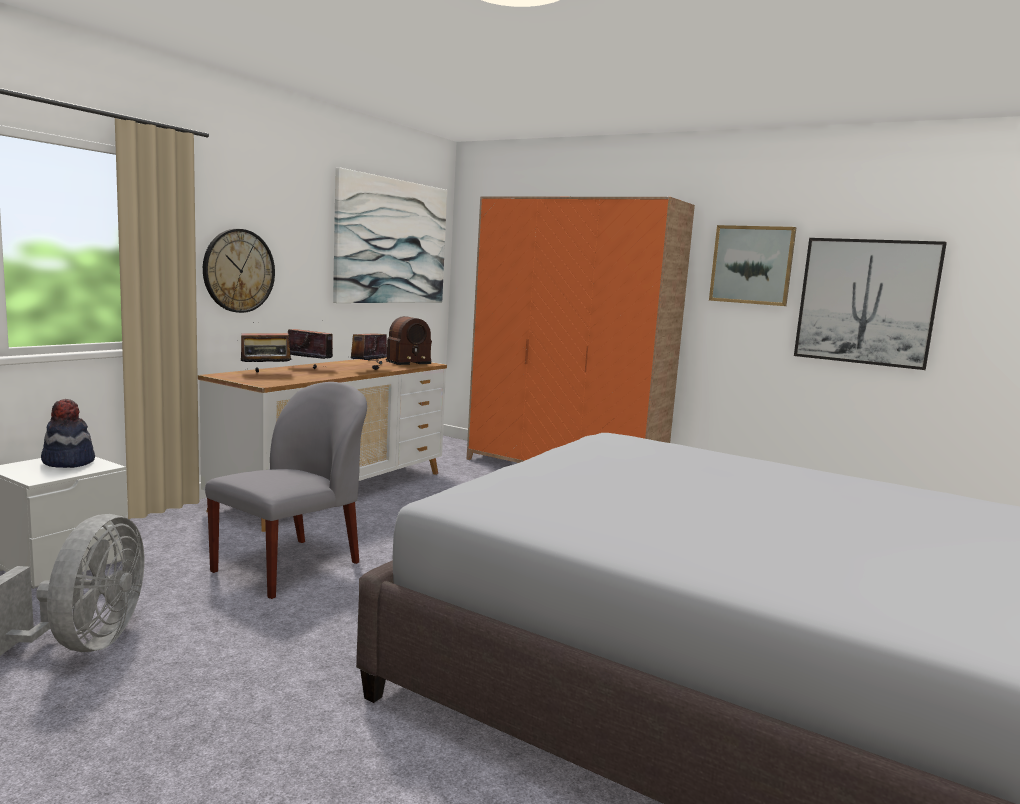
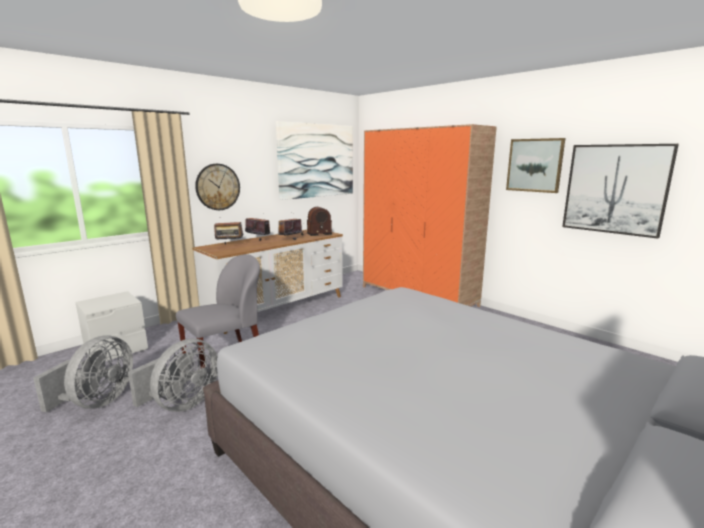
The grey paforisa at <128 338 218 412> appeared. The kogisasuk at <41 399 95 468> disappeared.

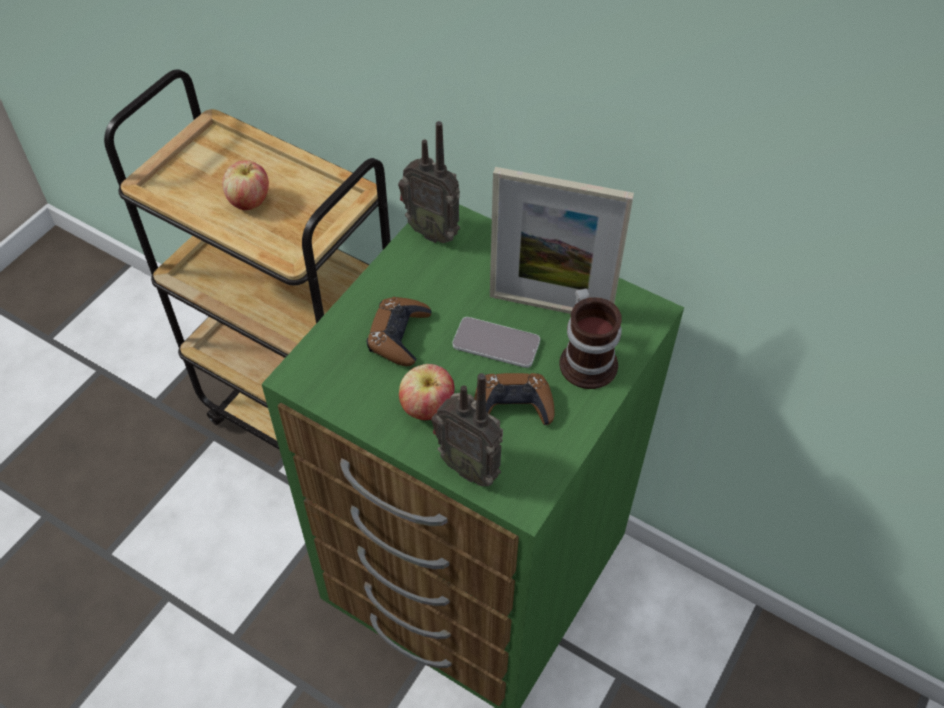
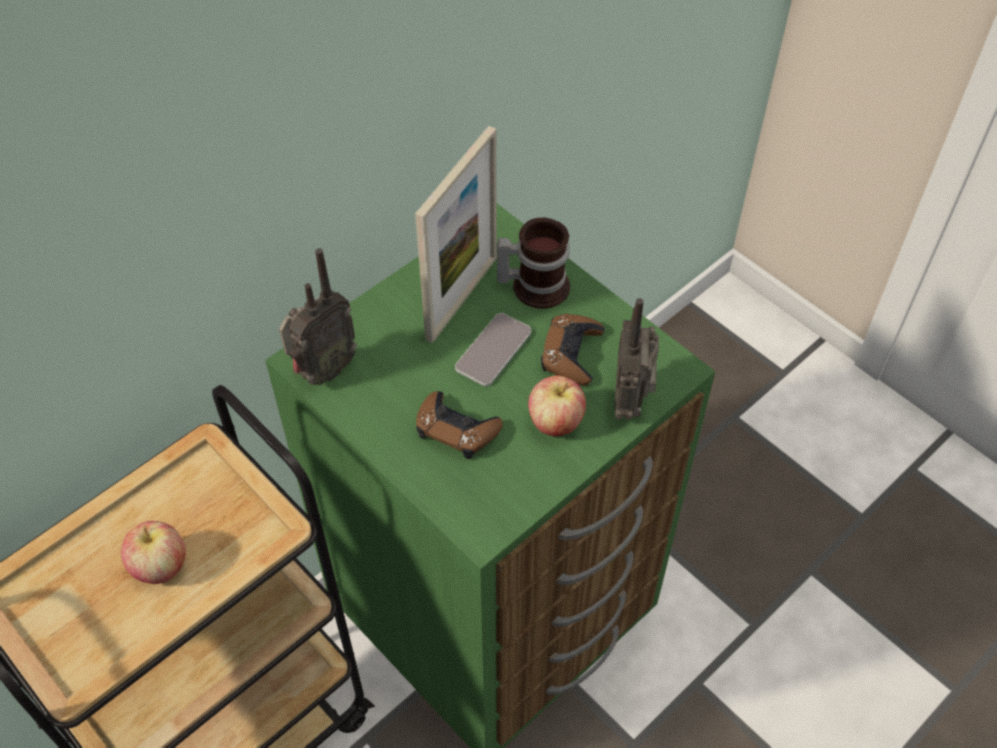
The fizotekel at <431 373 503 486> turned 135 degrees clockwise.

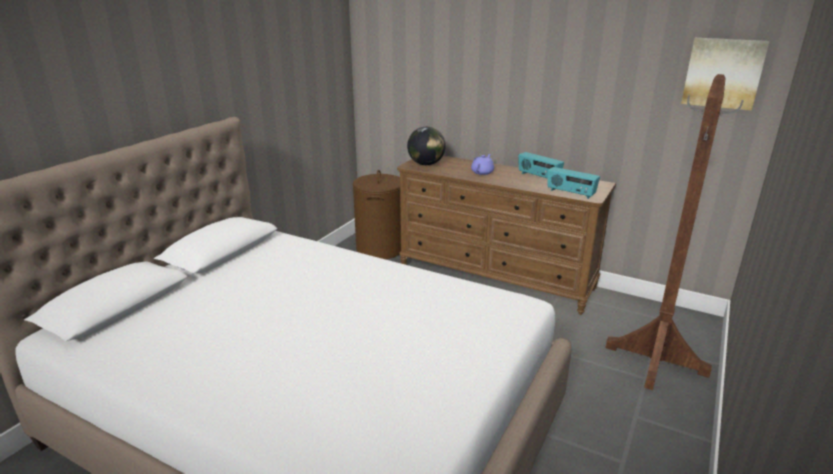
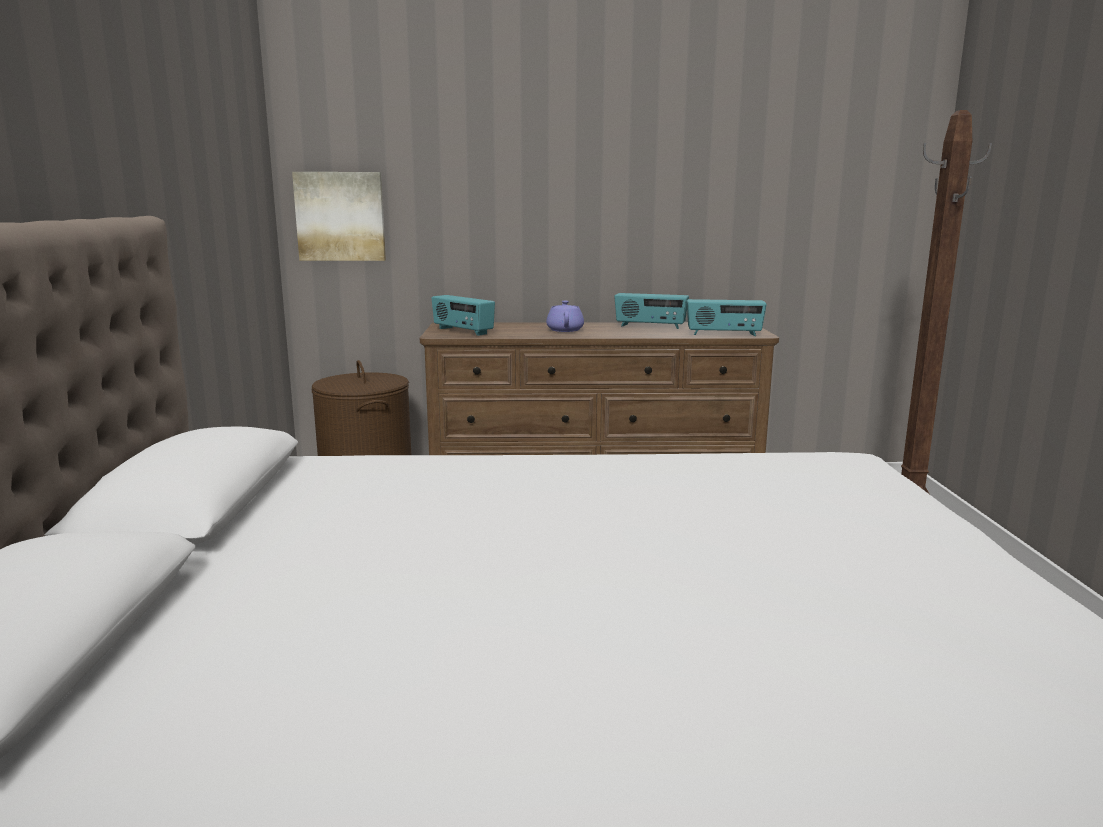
The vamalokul moved from <681 38 769 111> to <292 172 386 261>. The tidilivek at <407 127 446 165> was replaced by the fizotekel at <432 295 495 336>.

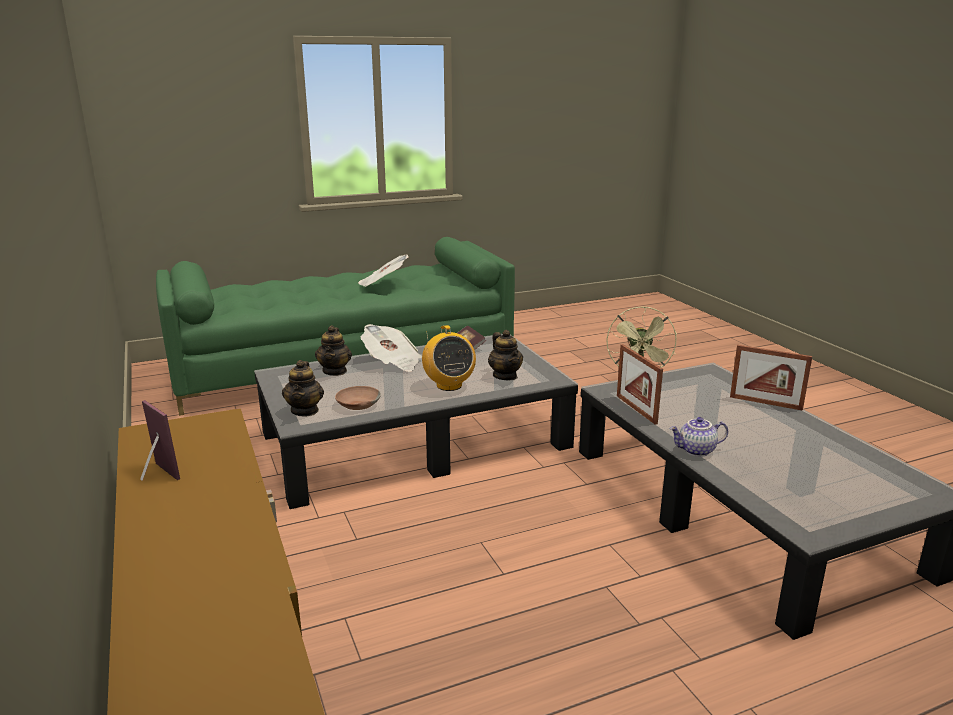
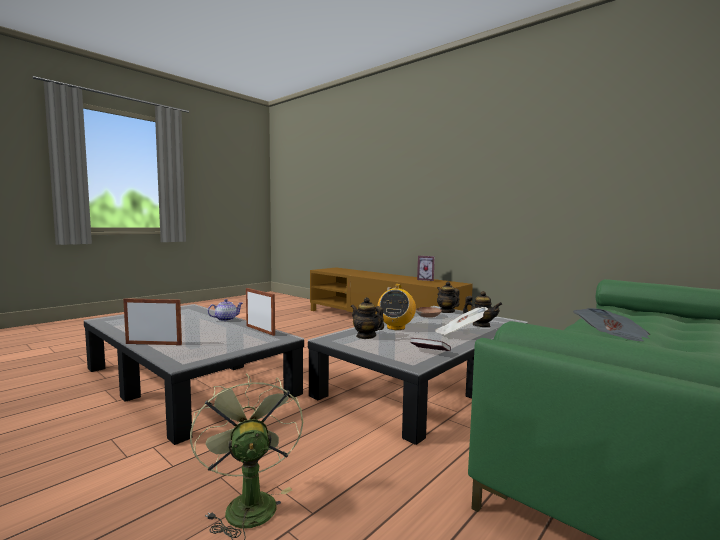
The fizotekel at <422 325 476 391> turned 120 degrees counterclockwise. The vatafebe at <315 325 352 376> turned 150 degrees clockwise.

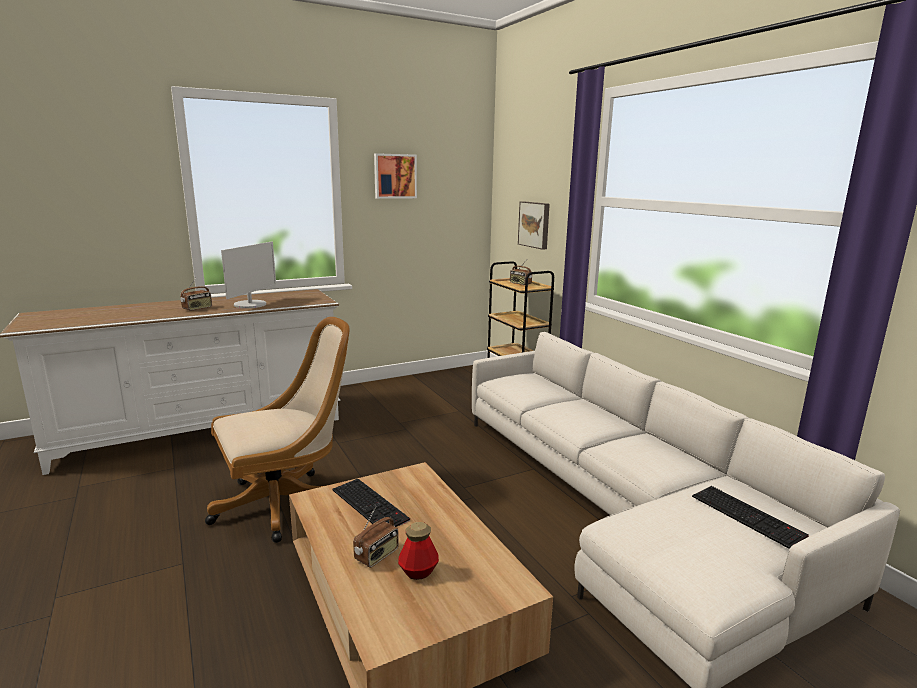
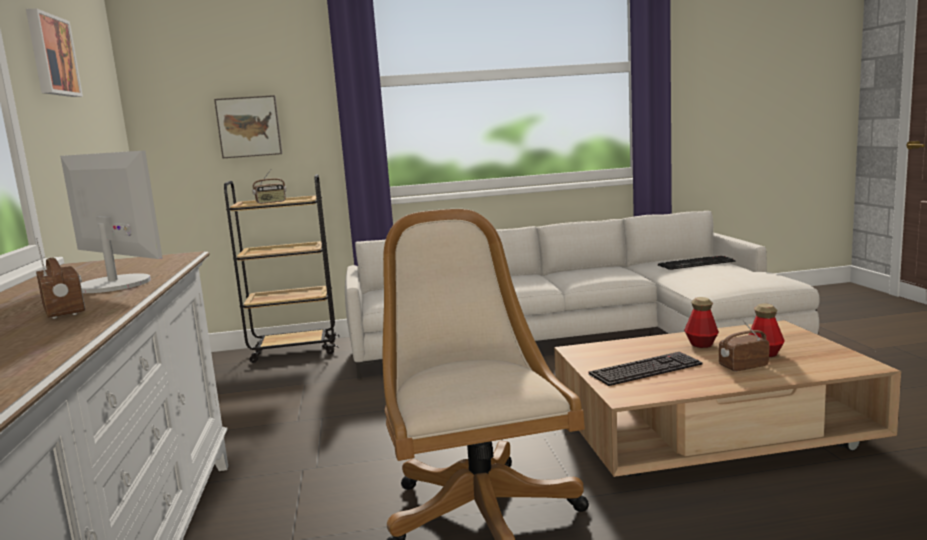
The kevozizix at <684 297 719 348> appeared. The fizotekel at <353 506 399 568> turned 75 degrees counterclockwise.

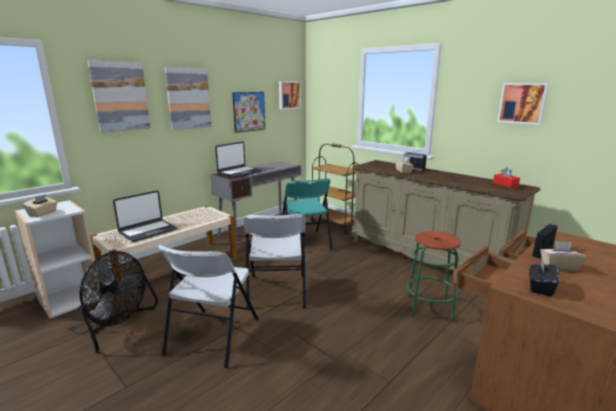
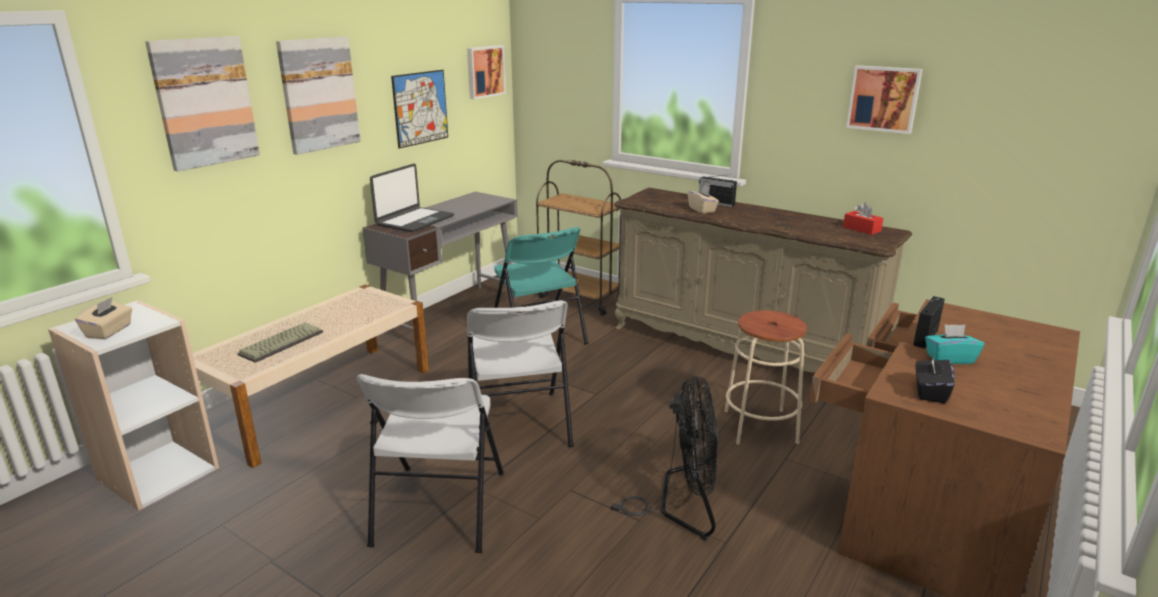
The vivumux at <113 190 177 242> was replaced by the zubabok at <238 322 323 363>. The black paforisa moved from <68 251 158 353> to <609 375 718 541>. The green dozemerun at <407 231 461 321> became the beige dozemerun at <725 310 807 444>. The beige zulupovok at <540 241 586 271> became the turquoise zulupovok at <925 324 984 364>.

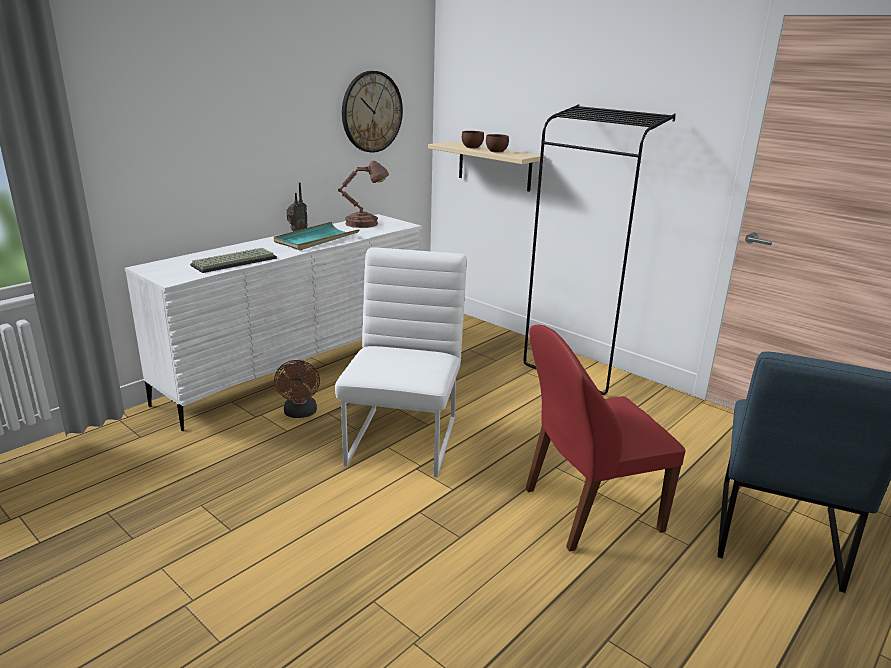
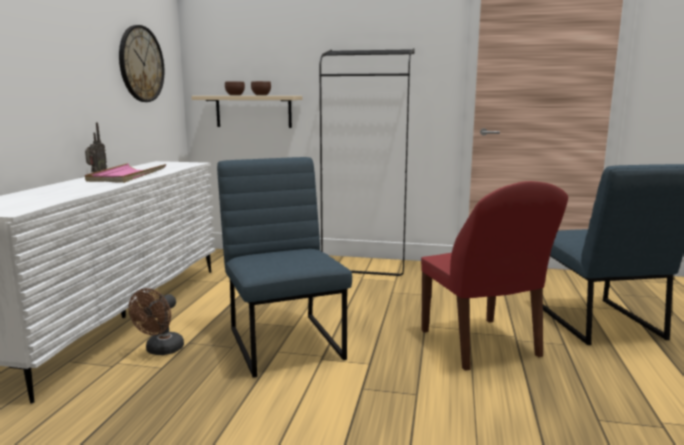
The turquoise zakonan at <274 222 360 250> became the pink zakonan at <85 163 166 183>. The brown paforisa at <274 360 320 418> turned 60 degrees clockwise. The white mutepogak at <335 247 467 477> became the blue mutepogak at <217 157 352 378>. The red mutepogak at <526 325 686 551> turned 60 degrees counterclockwise. The zubabok at <190 248 277 273> disappeared. The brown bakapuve at <338 161 389 228> disappeared.

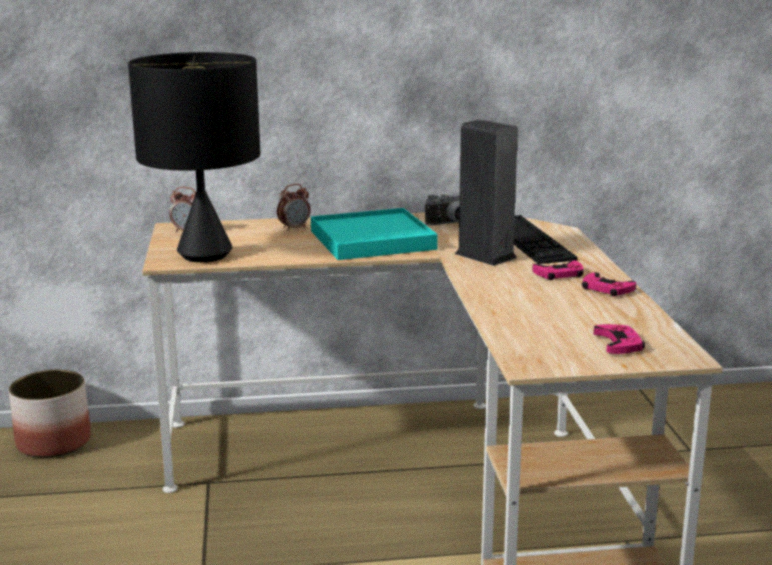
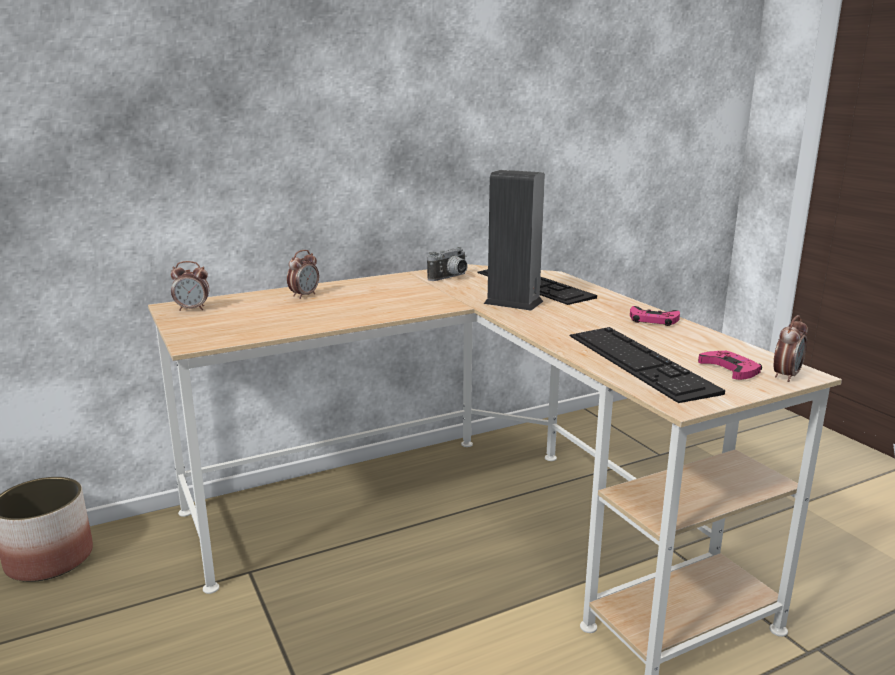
The zubabok at <570 327 725 403> appeared. The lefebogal at <774 315 808 382> appeared. The black bakapuve at <128 52 260 262> disappeared. The turquoise zakonan at <311 208 438 260> disappeared. The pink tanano at <532 260 584 280> disappeared.

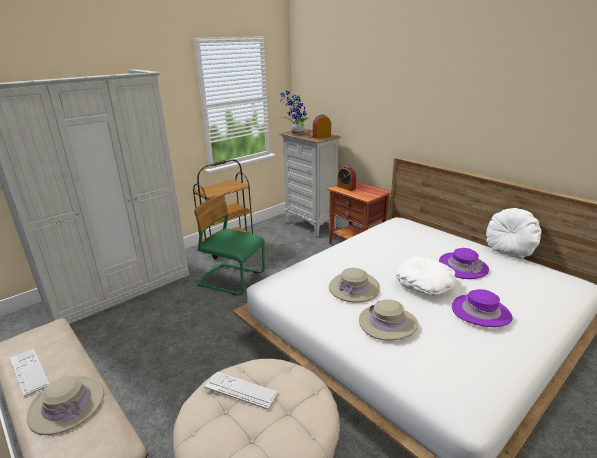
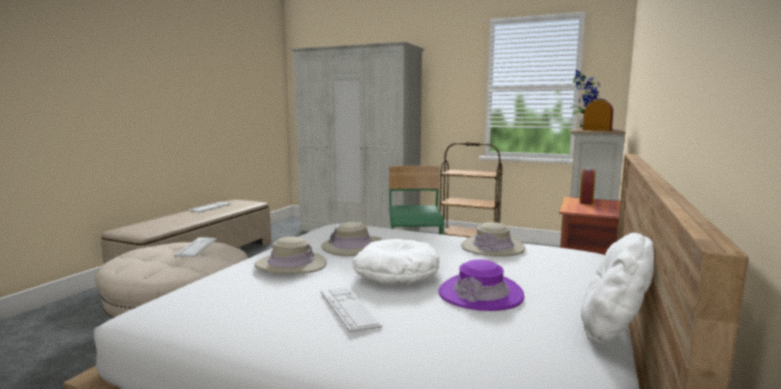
The purple kogisasuk at <452 289 513 327> was replaced by the zubabok at <321 288 382 332>. The beige kogisasuk moved from <27 376 104 435> to <461 222 525 256>.

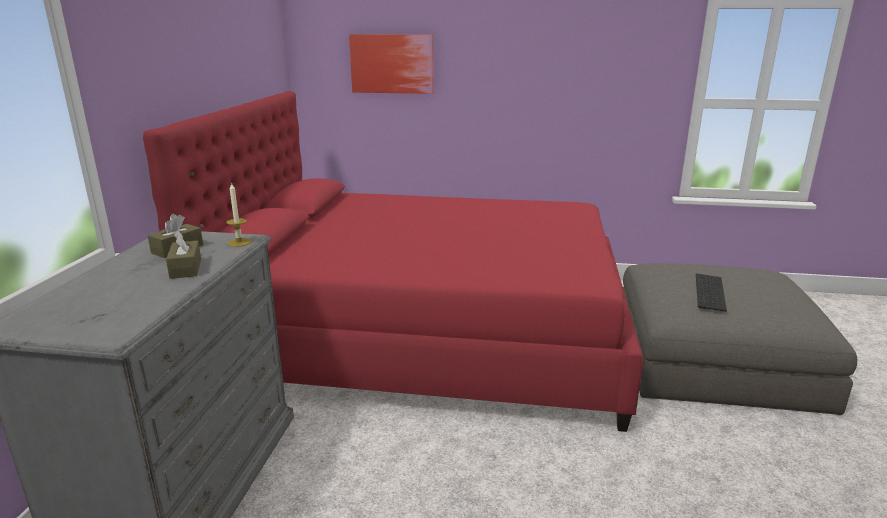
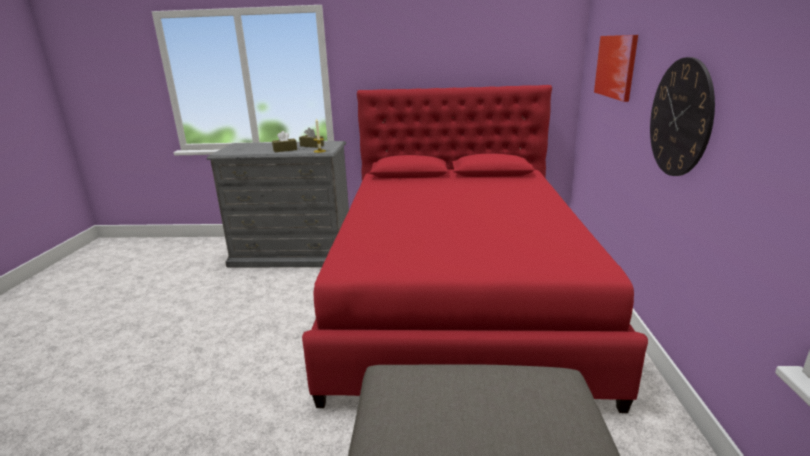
The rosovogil at <650 57 715 176> appeared. The zubabok at <696 273 727 312> disappeared.

